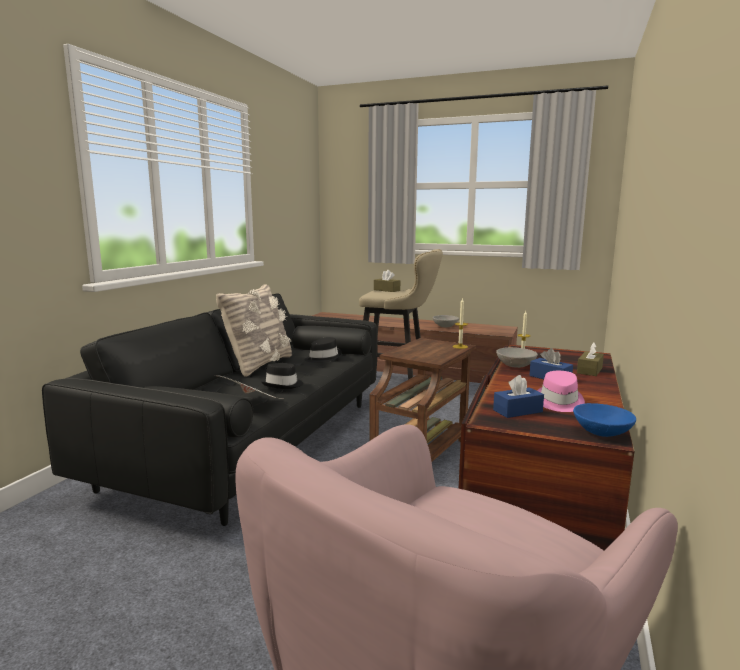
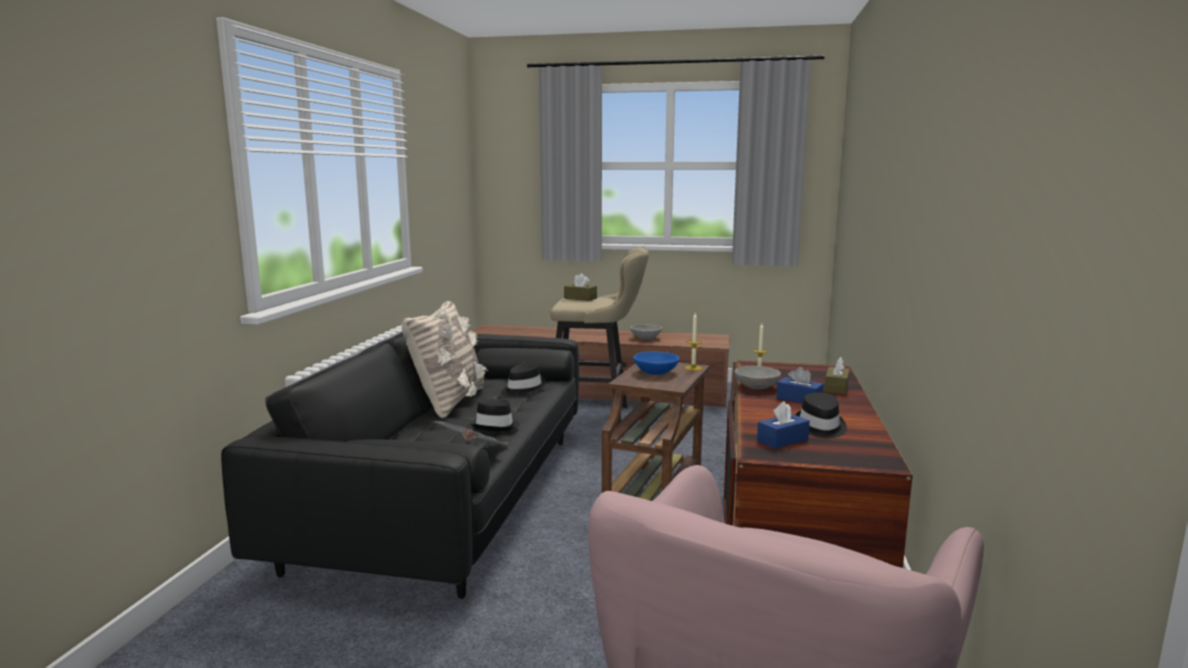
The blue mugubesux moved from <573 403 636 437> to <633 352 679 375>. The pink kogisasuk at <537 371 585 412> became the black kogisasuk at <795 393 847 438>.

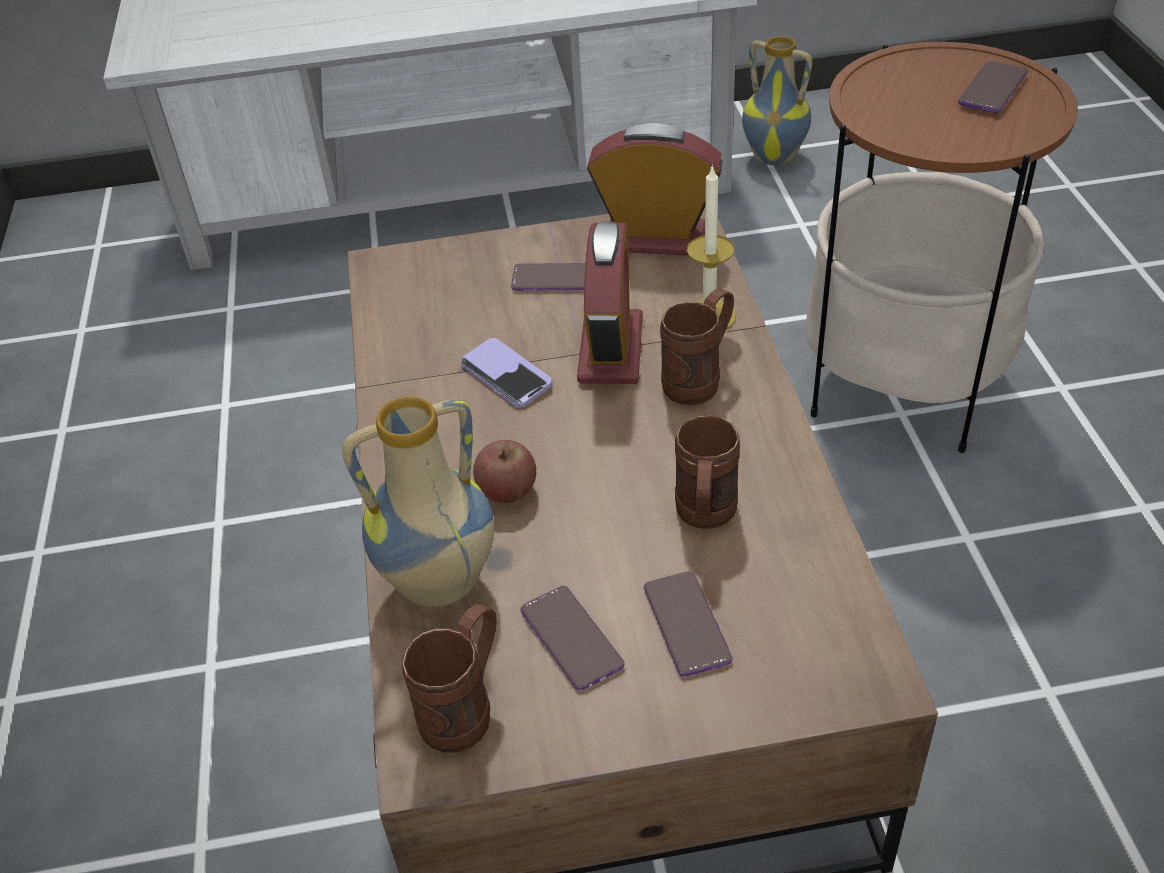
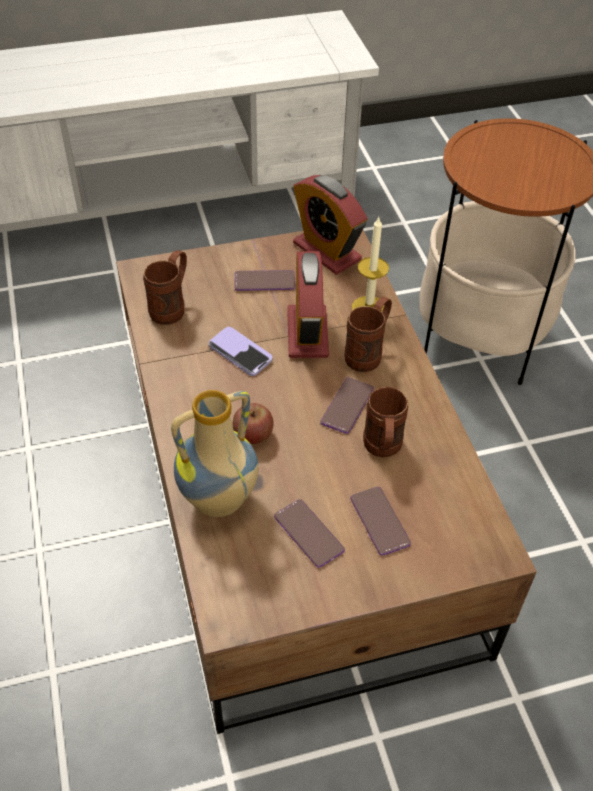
The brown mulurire moved from <402 604 497 753> to <143 250 187 325>. The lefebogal at <587 123 723 255> turned 135 degrees counterclockwise. The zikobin moved from <958 61 1028 113> to <320 377 374 434>. The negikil at <742 36 812 165> disappeared.

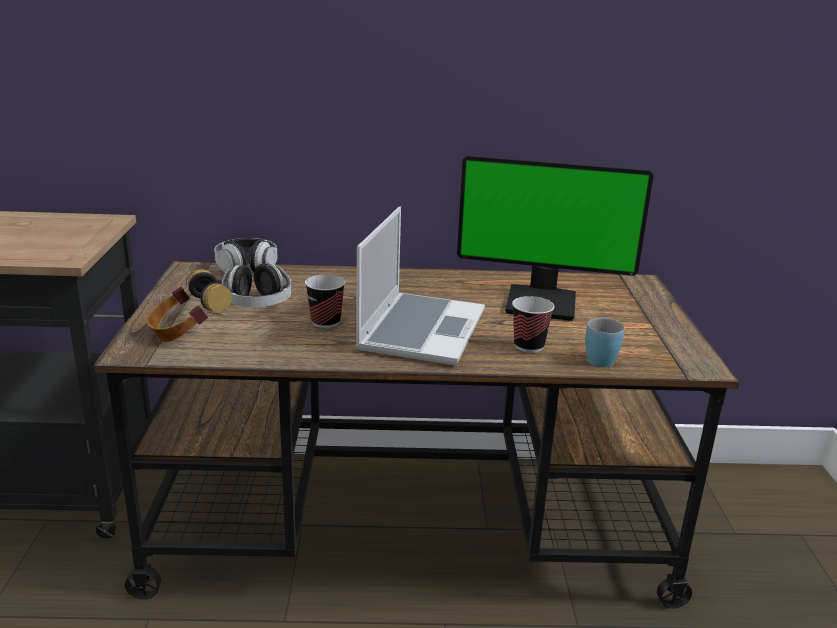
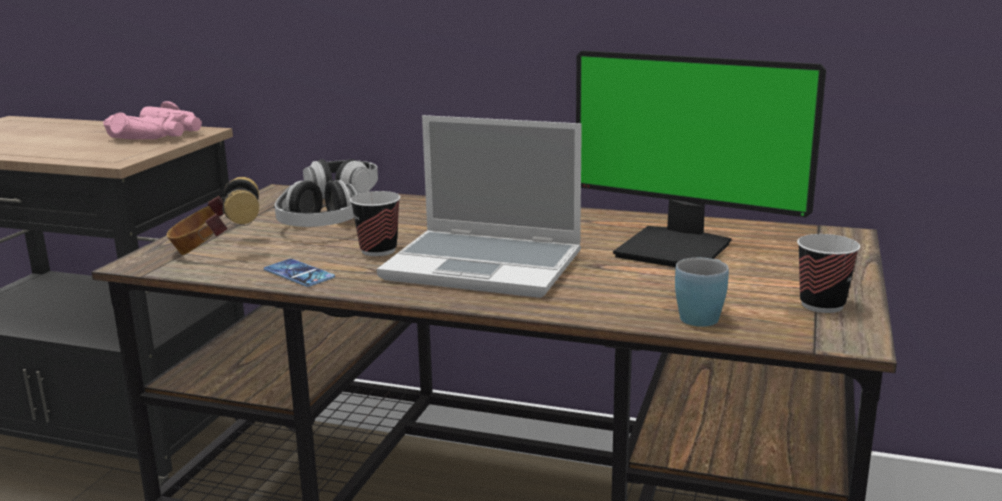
The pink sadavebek at <103 101 202 139> appeared. The zikobin at <264 259 335 287> appeared. The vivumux at <356 207 485 365> turned 75 degrees clockwise. The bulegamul moved from <512 296 554 353> to <797 234 860 313>.

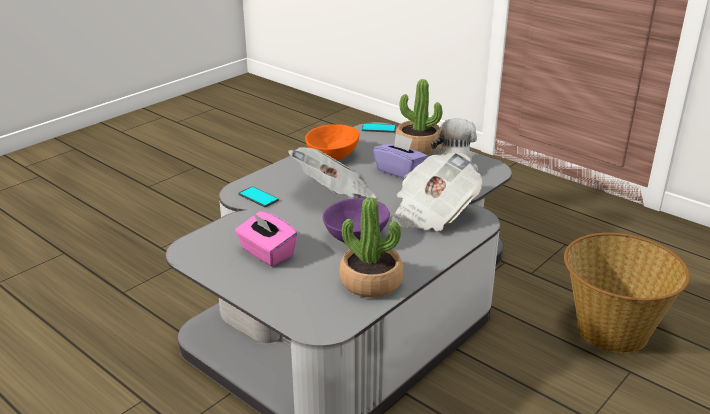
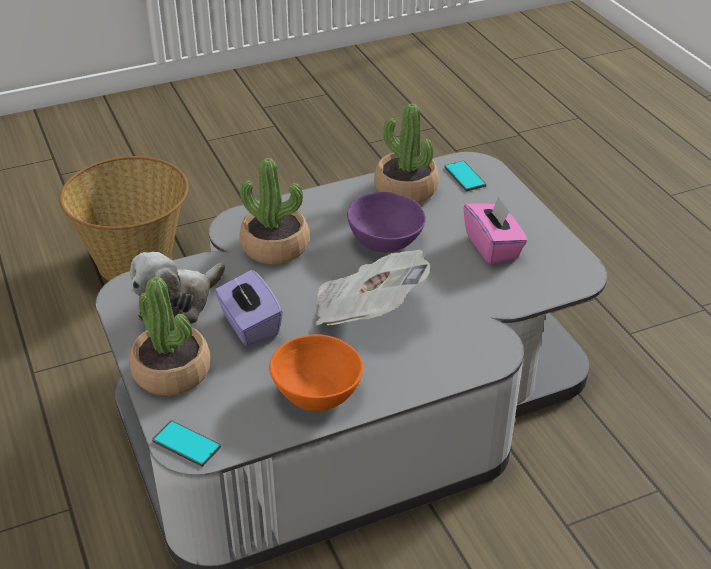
The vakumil at <391 152 482 231> was replaced by the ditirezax at <240 158 309 264>. The zikobin moved from <238 186 279 207> to <444 161 486 191>.

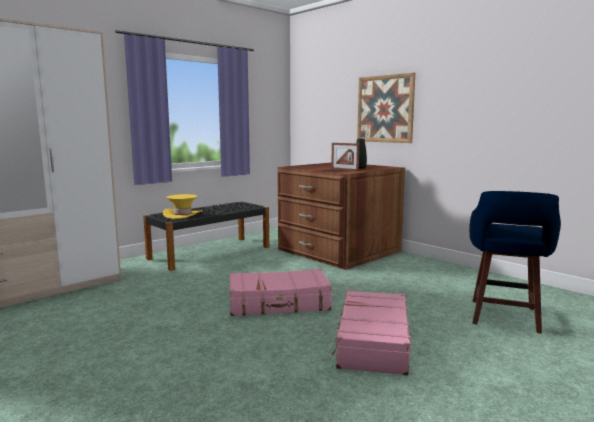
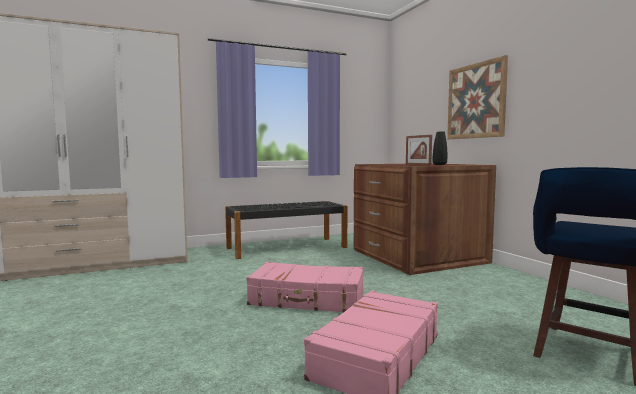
The yellow kogisasuk at <163 194 202 219> disappeared.

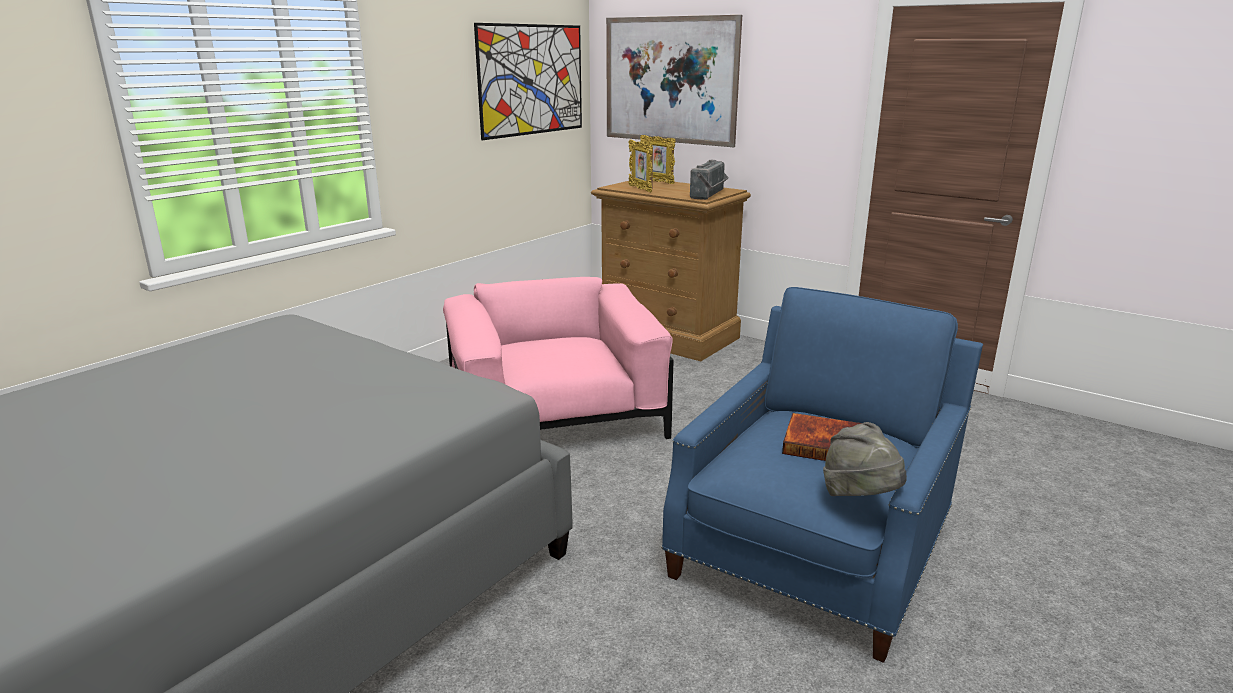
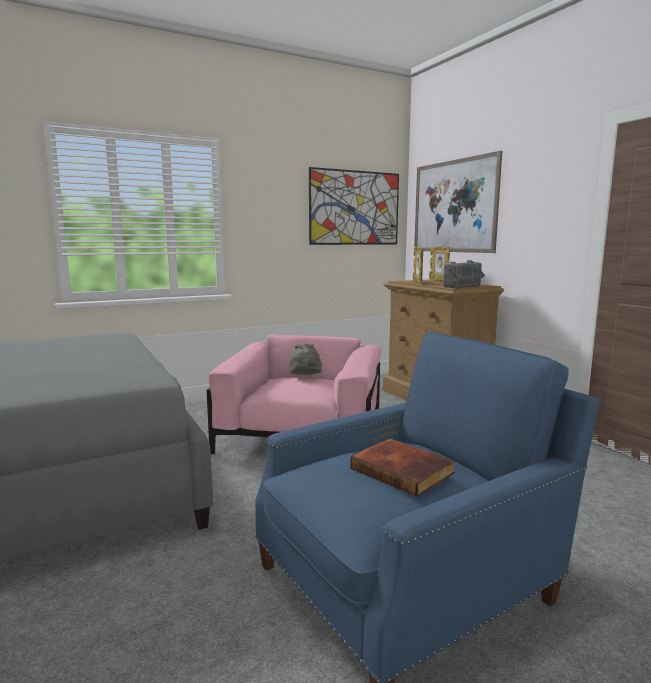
The grey kogisasuk moved from <823 422 907 496> to <289 344 322 375>.

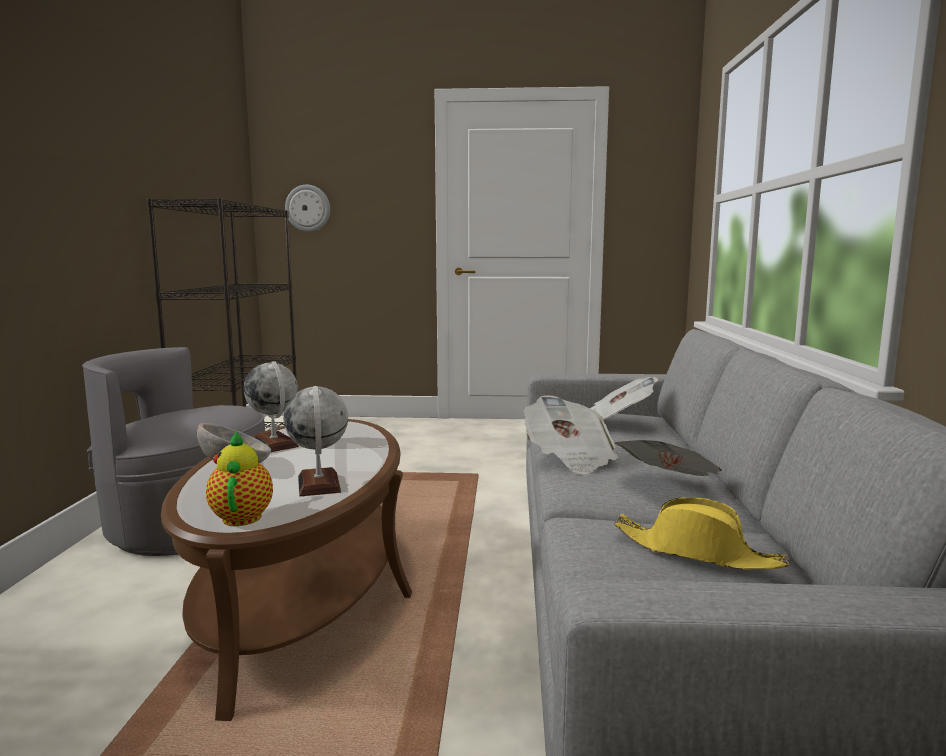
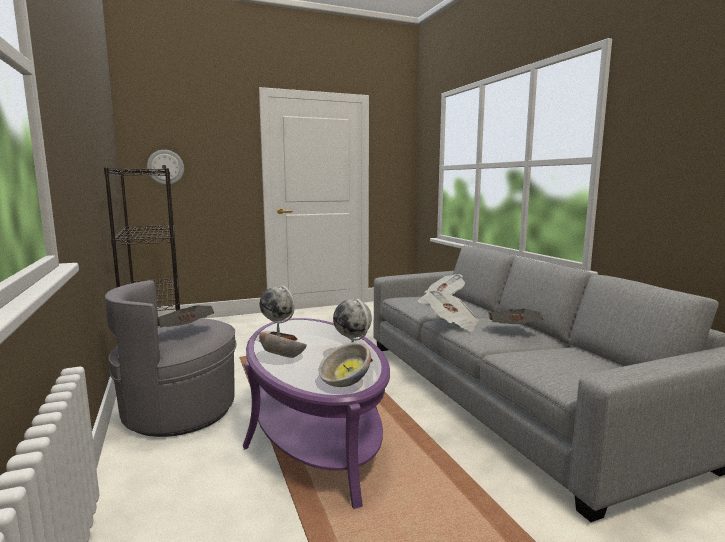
The vakumil at <157 305 214 327> appeared. The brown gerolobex at <161 419 412 721> became the purple gerolobex at <243 318 390 509>. The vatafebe at <206 431 273 526> was replaced by the mugubesux at <319 342 371 387>. The yellow kogisasuk at <614 497 789 570> disappeared.

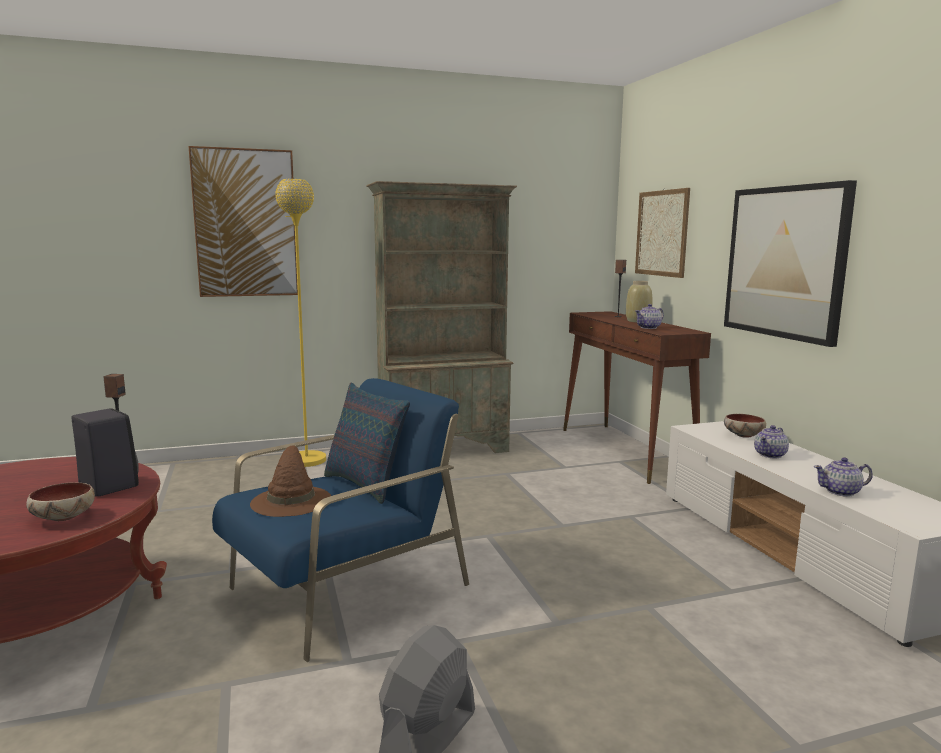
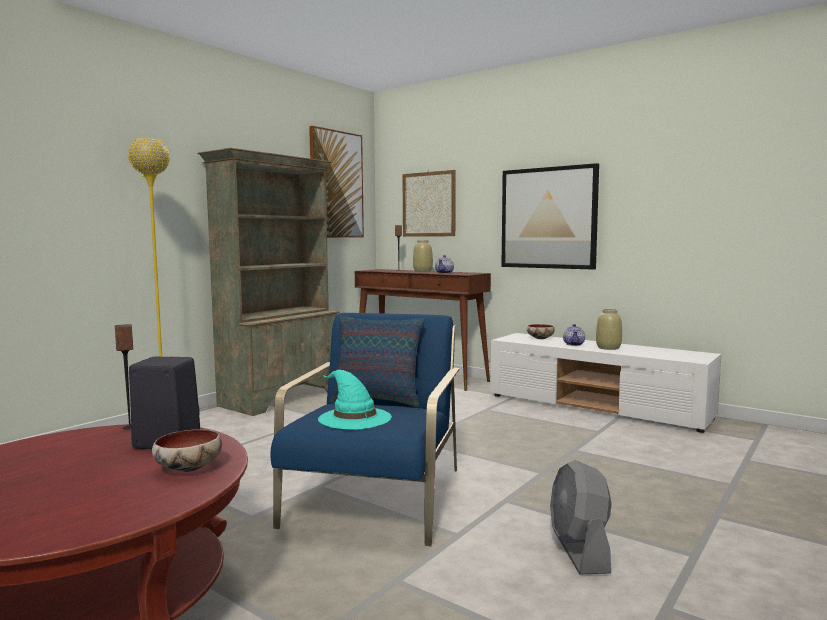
The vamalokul moved from <188 146 298 297> to <309 126 364 238>. The brown kogisasuk at <250 445 331 517> became the turquoise kogisasuk at <318 370 392 429>. The beige negikil at <596 309 622 350> appeared. The vatafebe at <814 457 873 497> disappeared.

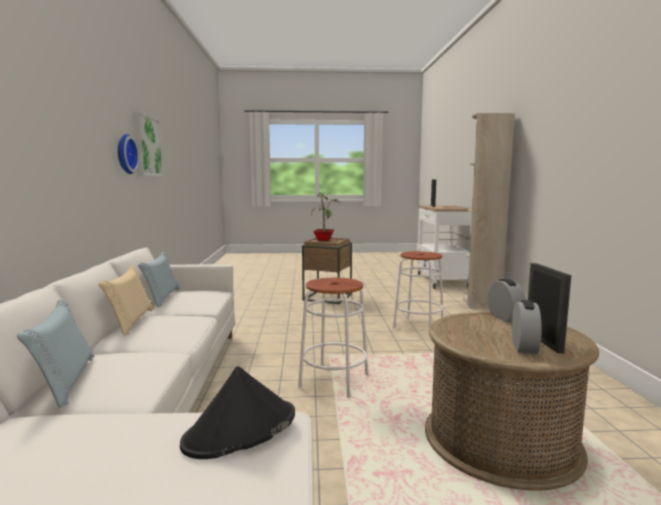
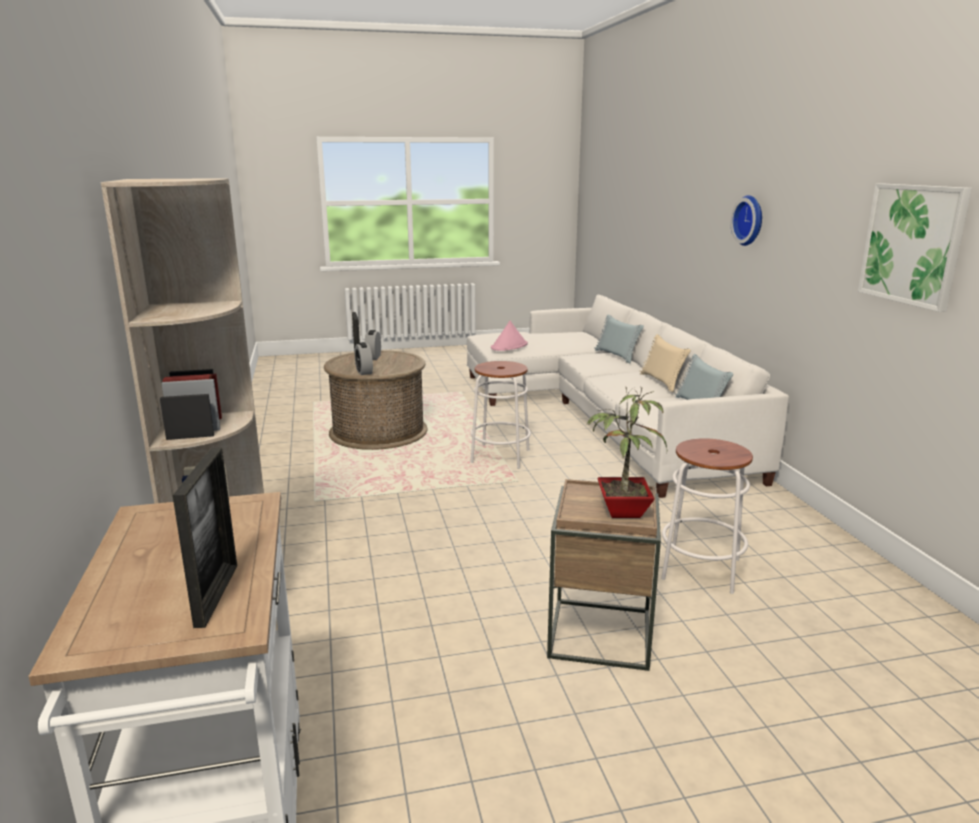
The black kogisasuk at <180 366 295 459> became the pink kogisasuk at <491 320 528 351>. The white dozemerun moved from <393 251 444 328> to <661 438 753 594>. The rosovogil moved from <118 134 139 174> to <731 195 762 246>.

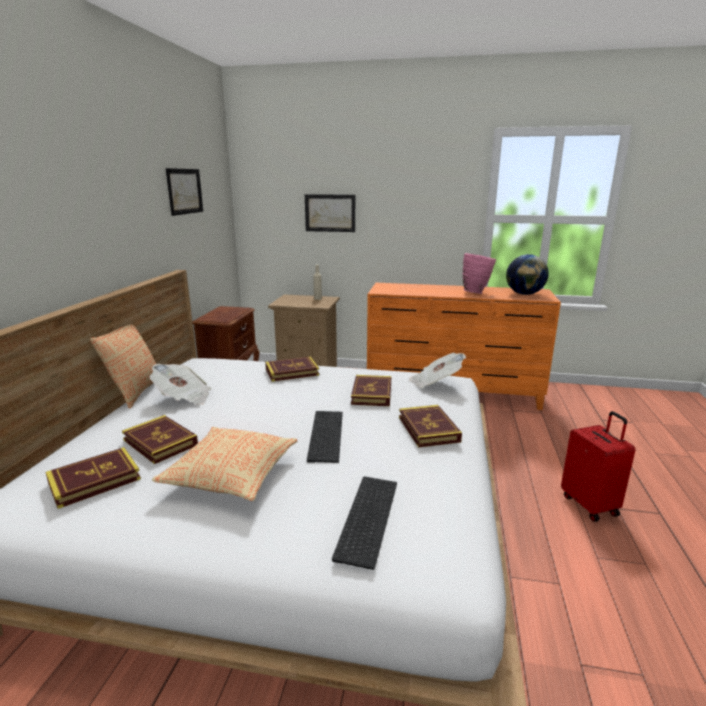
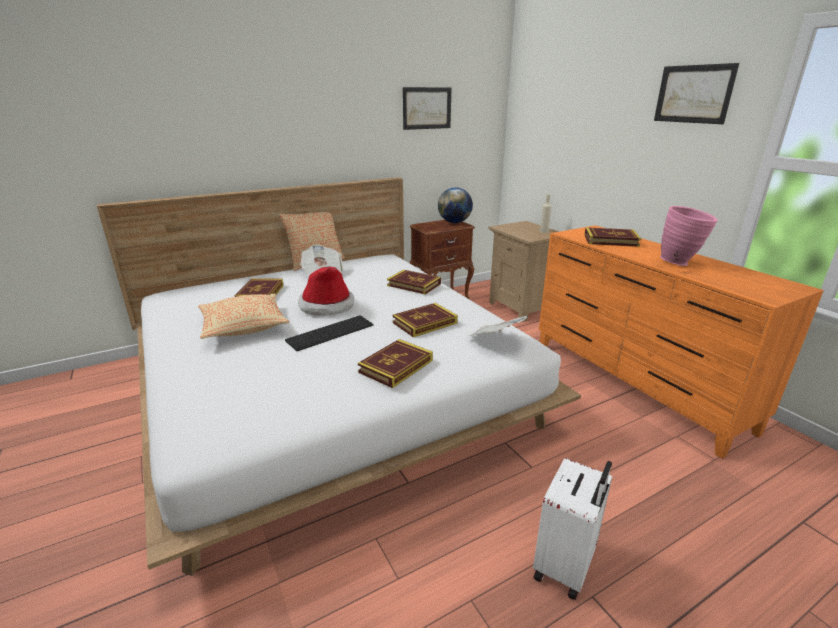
The kogisasuk at <298 267 354 316> appeared. The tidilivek moved from <506 254 549 295> to <438 187 473 223>. The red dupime at <561 411 635 522> became the white dupime at <533 458 612 600>. The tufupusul moved from <46 447 141 509> to <584 227 641 247>. The vamalokul moved from <305 194 355 232> to <654 63 739 124>. The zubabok at <332 476 397 570> disappeared.

